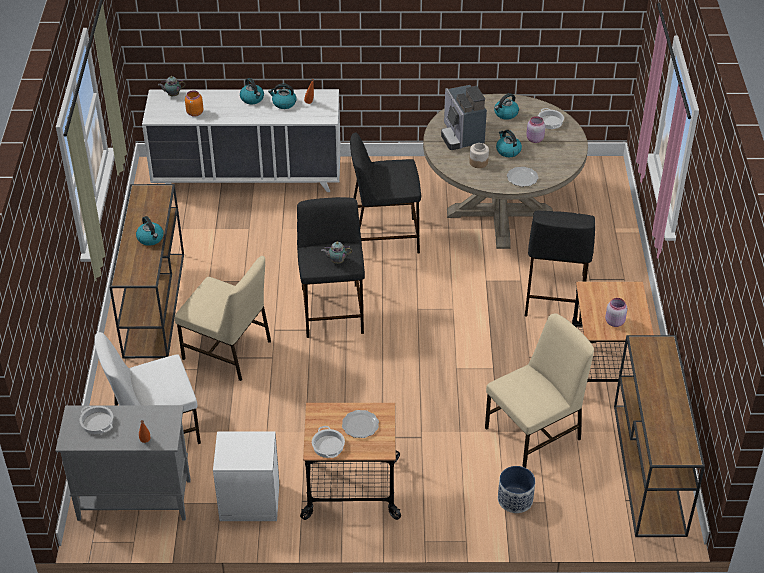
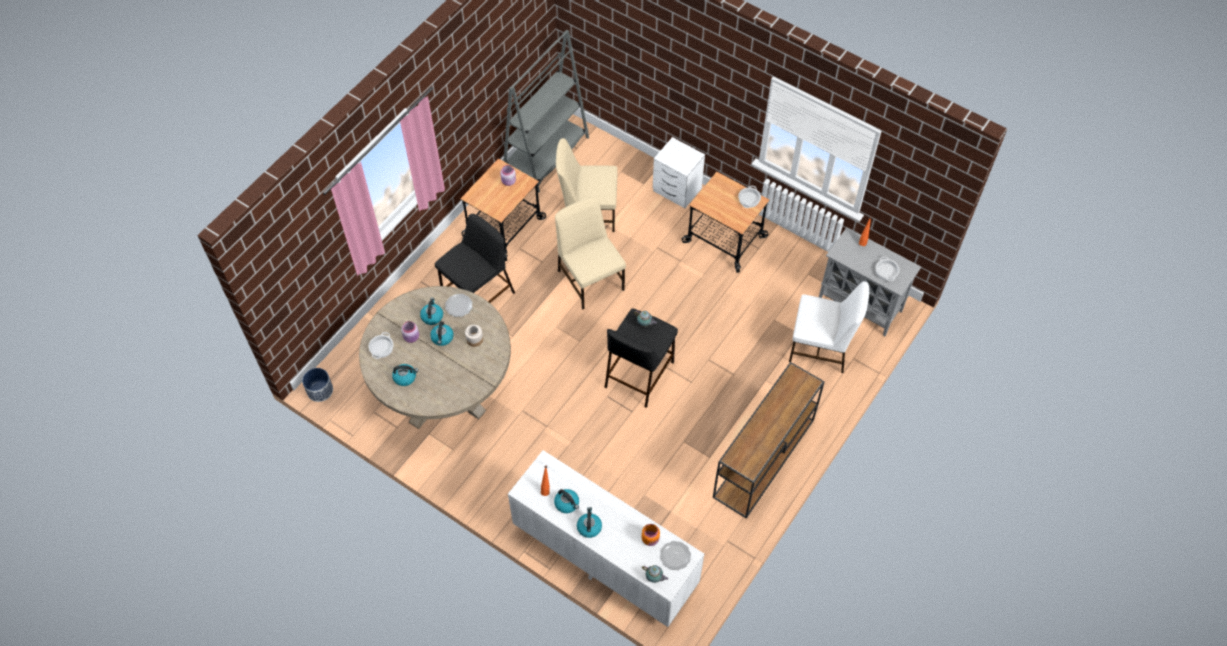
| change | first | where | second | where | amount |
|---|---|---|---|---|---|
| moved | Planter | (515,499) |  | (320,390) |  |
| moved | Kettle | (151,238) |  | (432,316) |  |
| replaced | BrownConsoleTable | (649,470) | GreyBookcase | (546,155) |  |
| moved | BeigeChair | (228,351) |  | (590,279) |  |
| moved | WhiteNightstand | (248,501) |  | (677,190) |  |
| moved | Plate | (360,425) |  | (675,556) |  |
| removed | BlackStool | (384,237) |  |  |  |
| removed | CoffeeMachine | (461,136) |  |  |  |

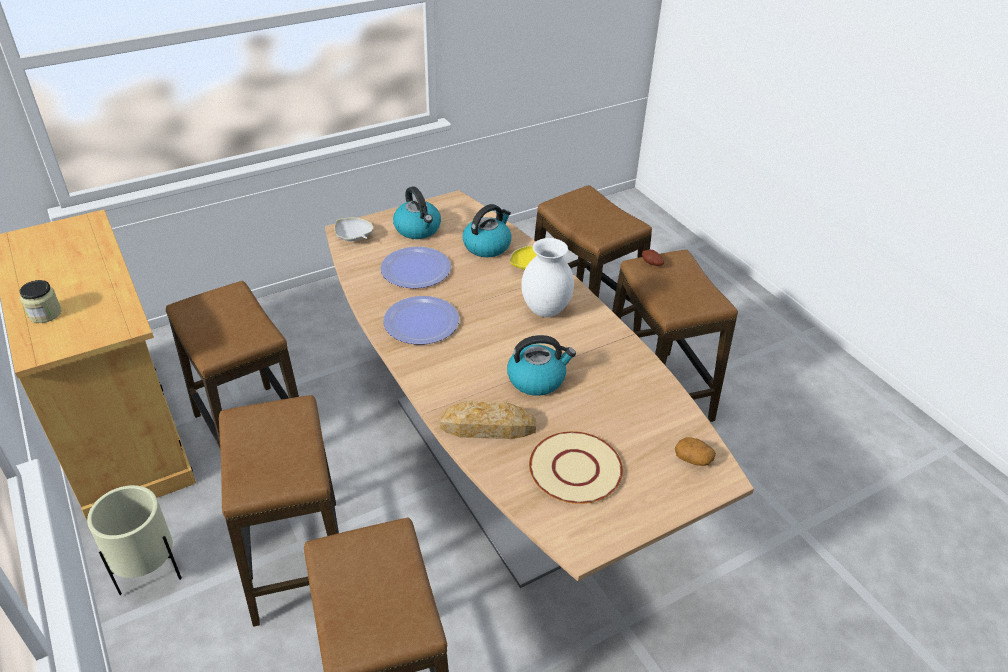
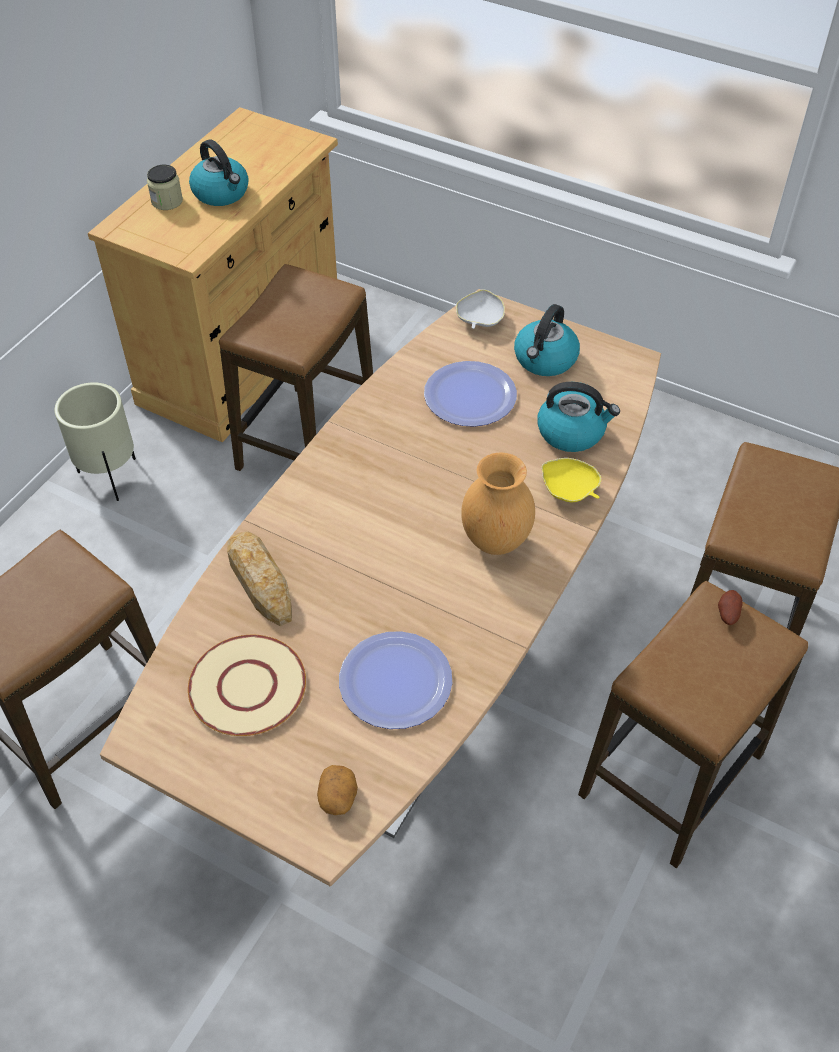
| change | first | where | second | where | amount |
|---|---|---|---|---|---|
| moved | Kettle | (537,379) |  | (221,193) |  |
| moved | Plate | (421,321) |  | (395,681) |  |
| recoloured | WhiteVase | (544,310) | BrownVase | (495,540) |  |
| removed | Stool | (296,560) |  |  |  |

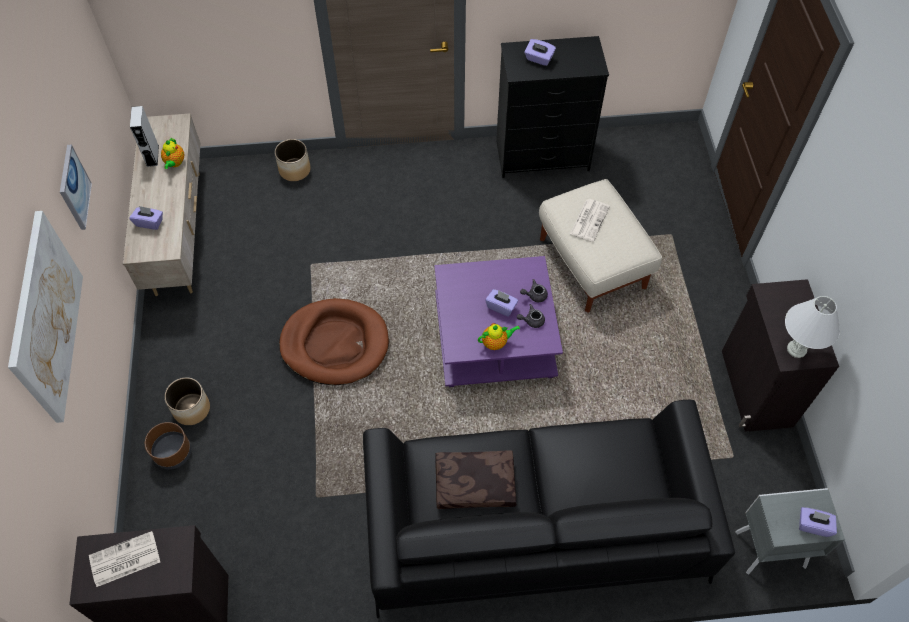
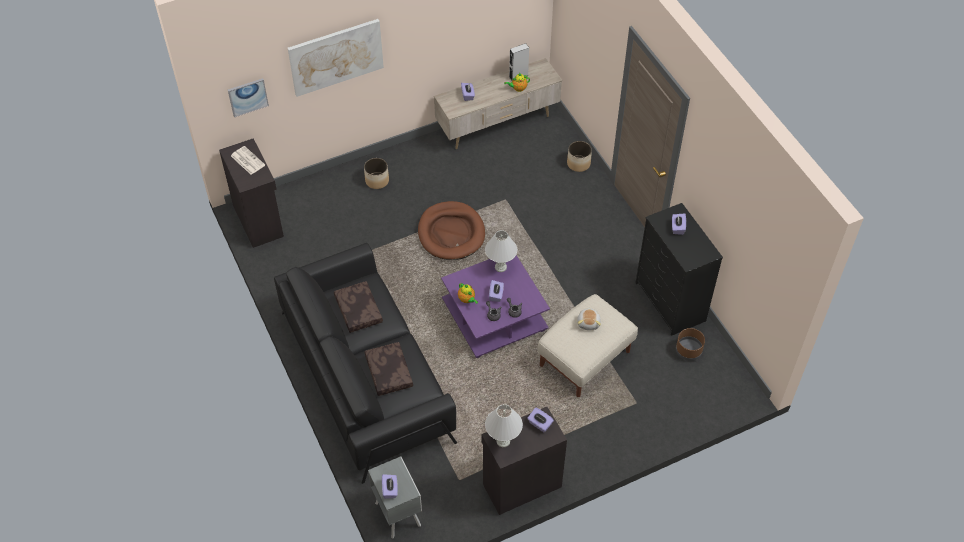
| change | first | where | second | where | amount |
|---|---|---|---|---|---|
| moved | Picture | (74,187) |  | (248,97) |  |
| added |  |  | BrownPillow | (388,372) |  |
| added |  |  | WhiteTableLamp | (500,267) |  |
| added |  |  | PurpleTissueBox | (539,424) |  |
| replaced | Newspaper | (589,220) | PlushToy | (589,322) |  |
| moved | BrownPlanter | (172,453) |  | (688,350) |  |

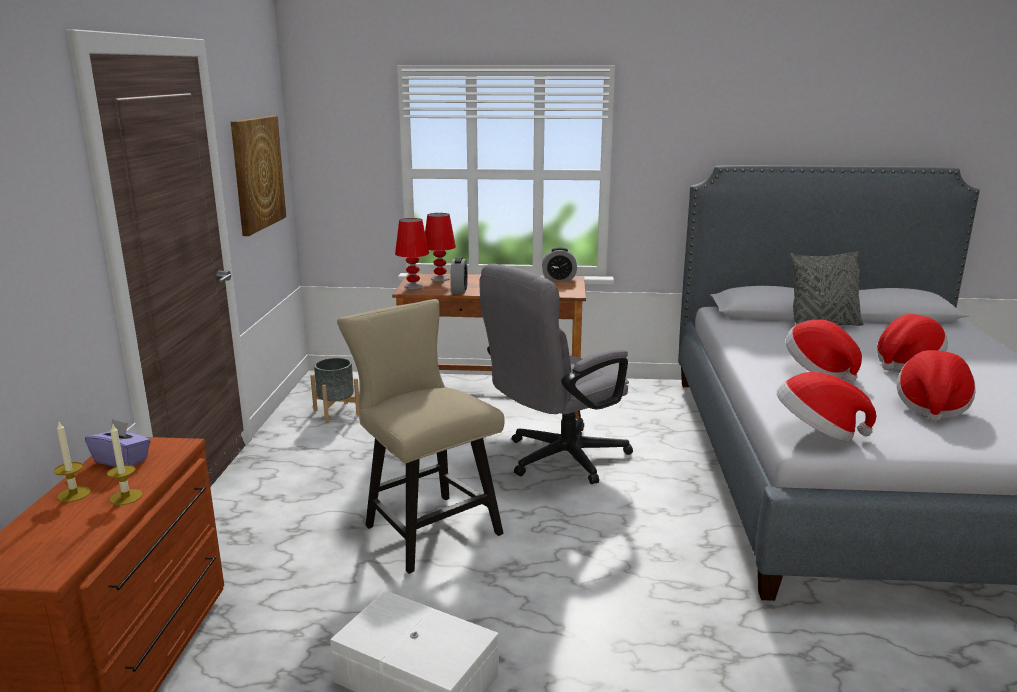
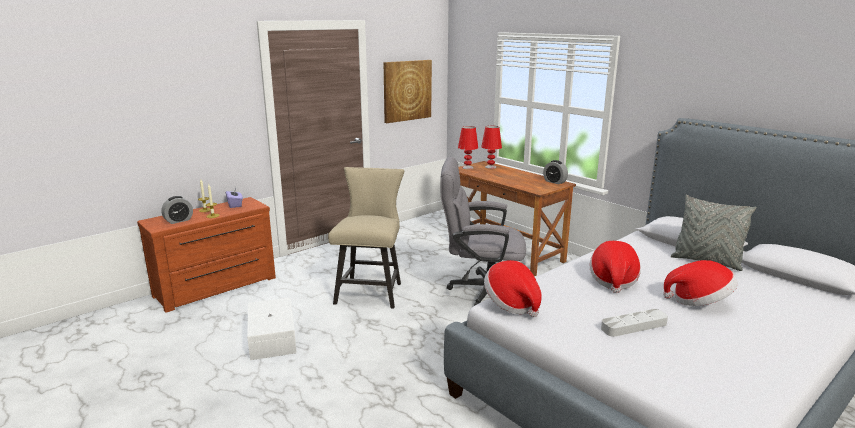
| change | first | where | second | where | amount |
|---|---|---|---|---|---|
| moved | AlarmClock | (459,290) |  | (178,220) |  |
| replaced | Hat | (931,407) | GreyTray | (633,326) |  |
| removed | GreyPlanter | (336,412) |  |  |  |

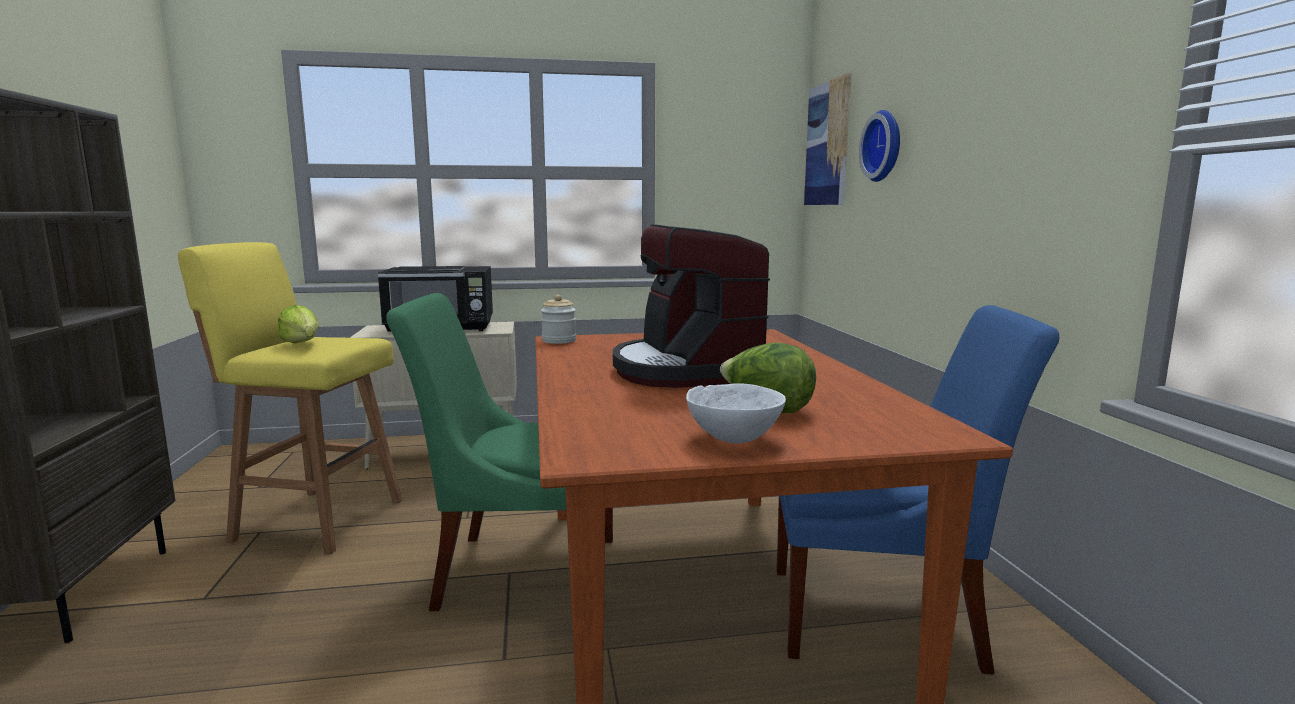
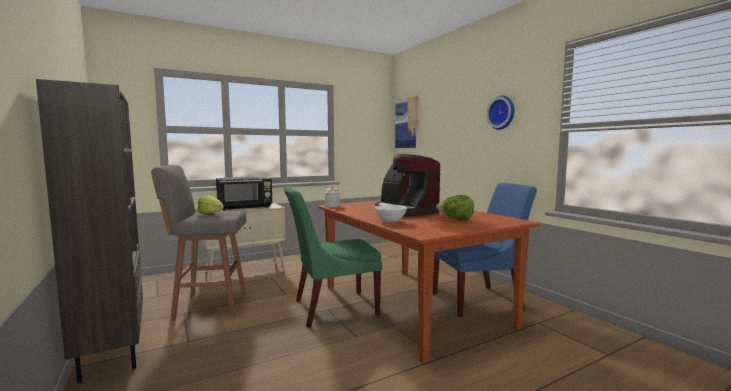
| change | first | where | second | where | amount |
|---|---|---|---|---|---|
| recoloured | YellowStool | (315,519) | GreyStool | (208,304) |  |
| moved | WhiteBowl | (735,439) |  | (391,221) |  |
| moved | WallClock | (885,146) |  | (502,112) |  |

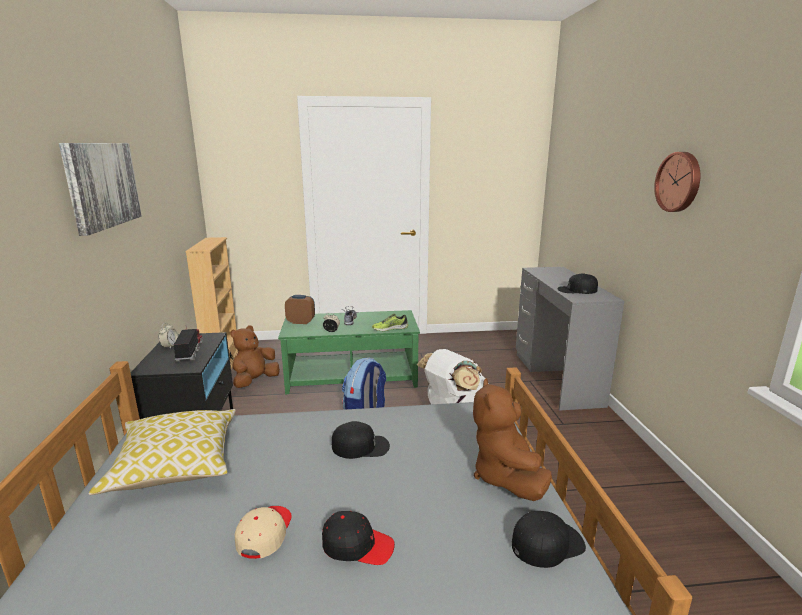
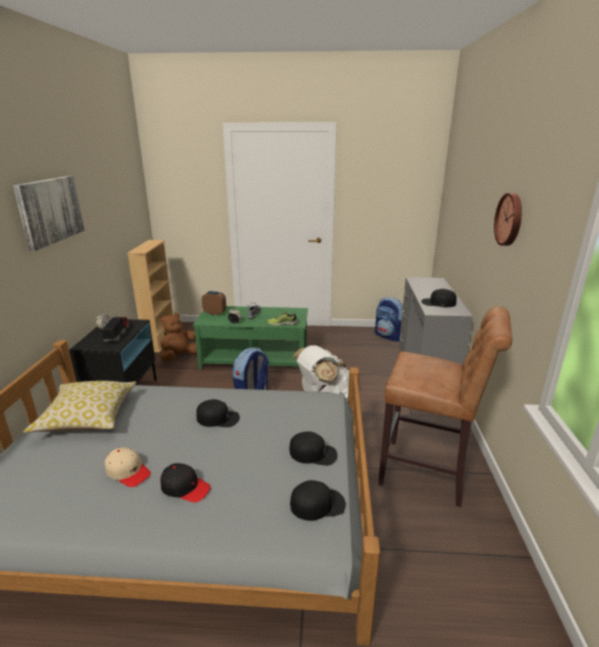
| change | first | where | second | where | amount |
|---|---|---|---|---|---|
| turned | BeigeCap | (264,534) |  | (128,472) | 105 degrees clockwise |
| replaced | BrownPlushToy | (505,477) | BlackCap | (313,453) |  |
| added |  |  | Backpack | (389,336) |  |
| added |  |  | BrownStool | (428,474) |  |

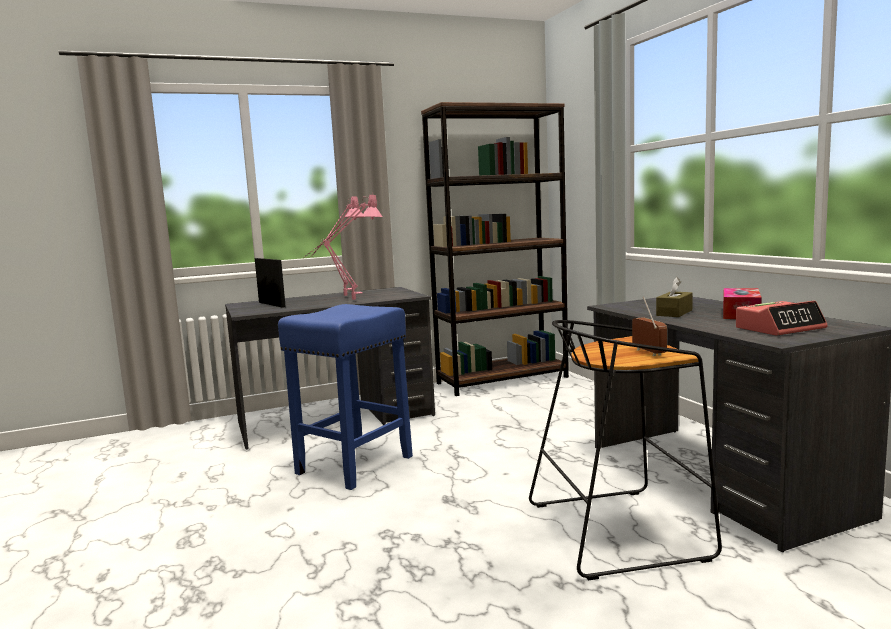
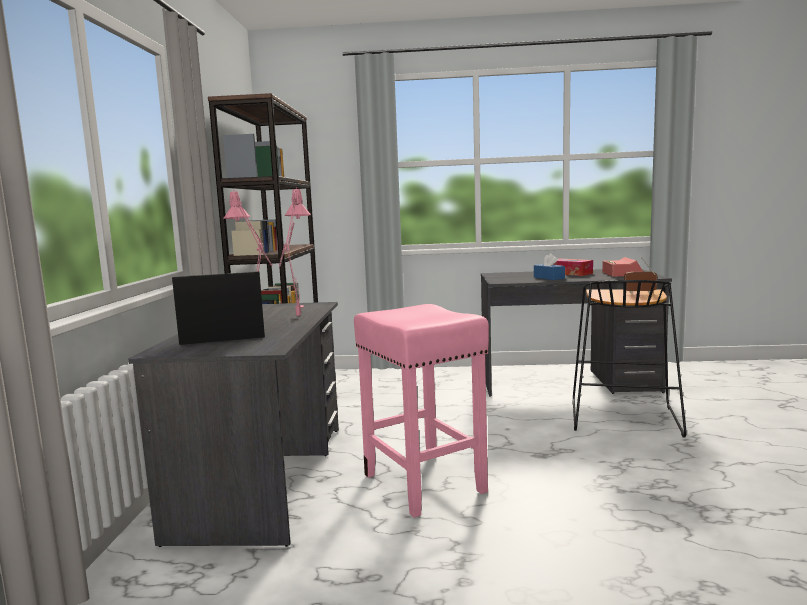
| change | first | where | second | where | amount |
|---|---|---|---|---|---|
| recoloured | BlueStool | (353,465) | PinkStool | (425,484) |  |
| recoloured | BrownTissueBox | (674,313) | BlueTissueBox | (549,278) |  |

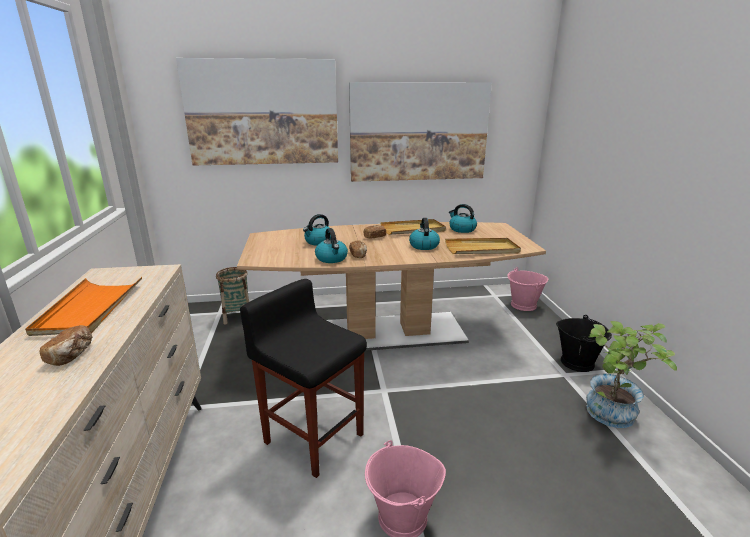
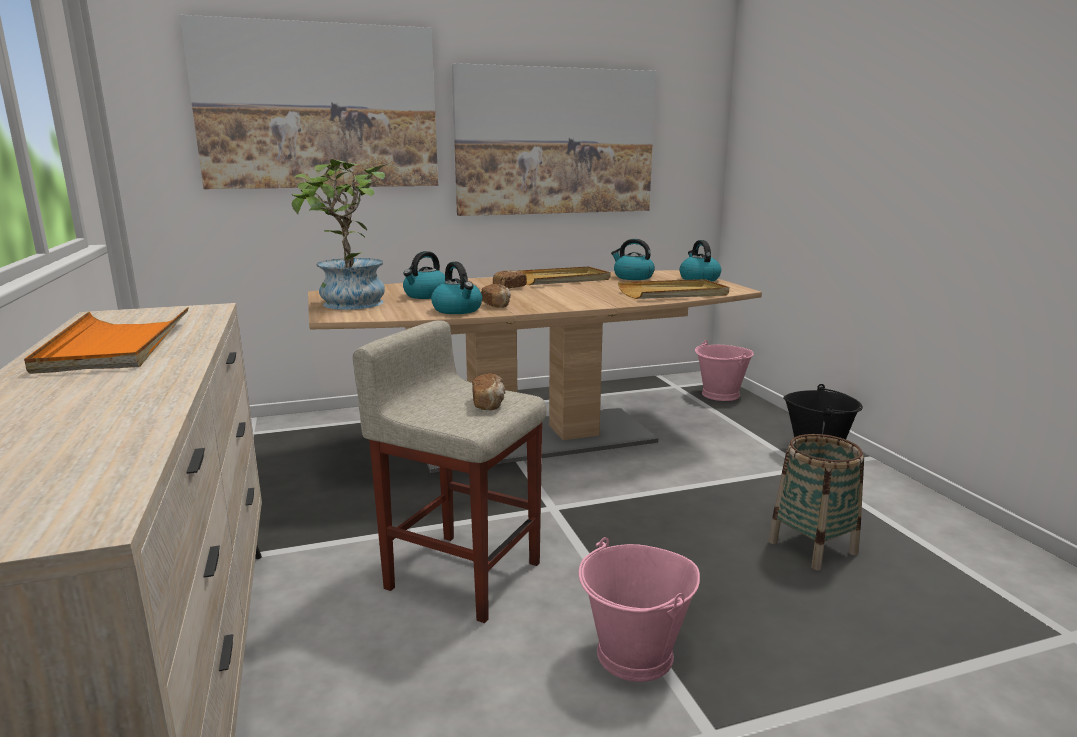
| change | first | where | second | where | amount |
|---|---|---|---|---|---|
| moved | PottedPlant | (610,417) |  | (348,305) |  |
| recoloured | BlackStool | (313,437) | BeigeStool | (462,574) |  |
| moved | Bread | (72,355) |  | (489,404) |  |
| moved | Kettle | (423,245) |  | (698,279) |  |
| moved | Basket | (237,316) |  | (812,547) |  |

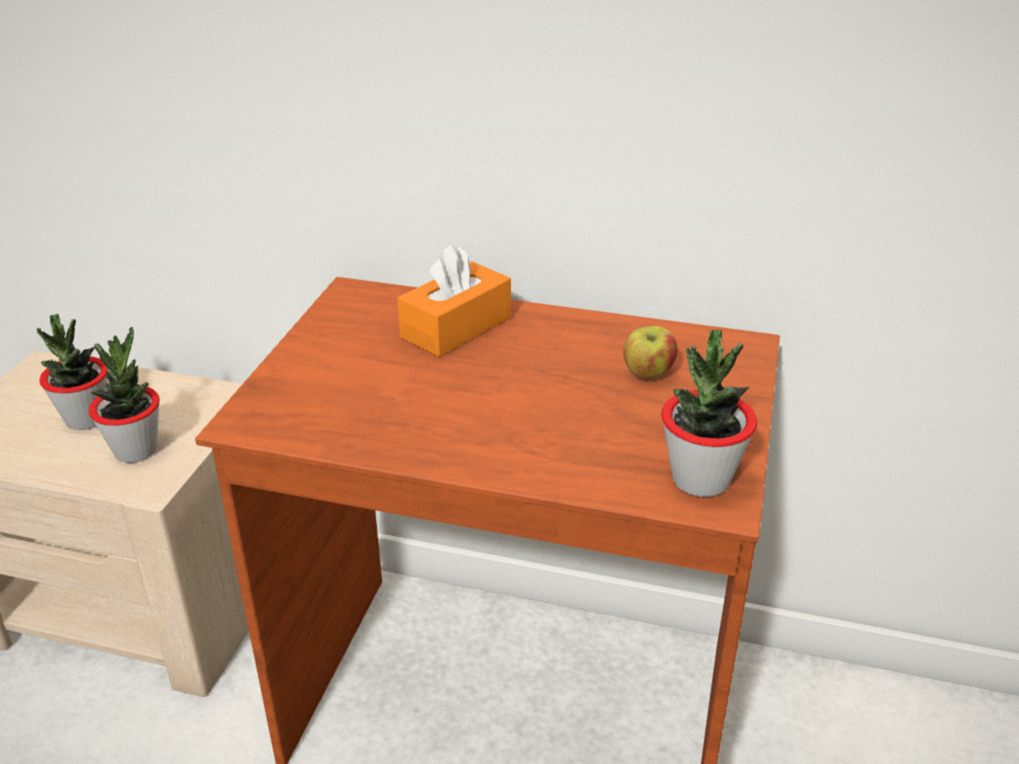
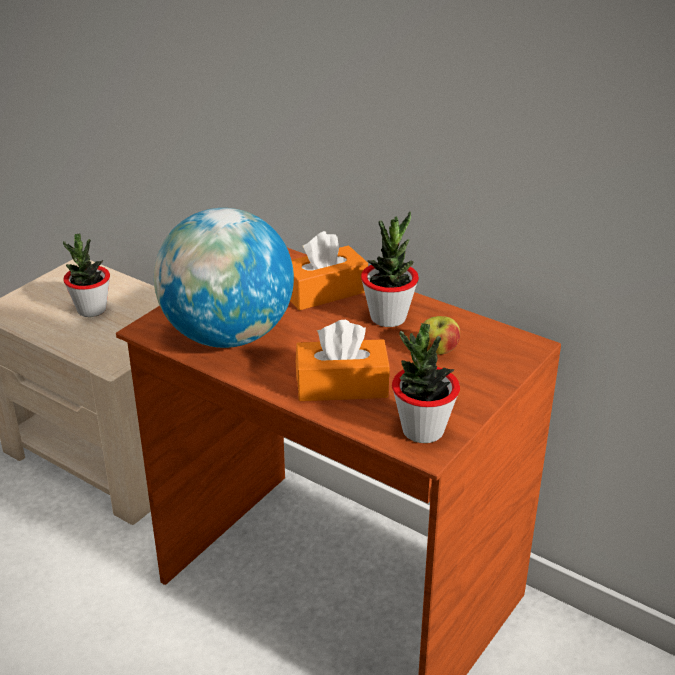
| change | first | where | second | where | amount |
|---|---|---|---|---|---|
| added |  |  | Globe | (228,336) |  |
| added |  |  | OrangeTissueBox | (342,385) |  |
| moved | PottedPlant | (136,450) |  | (388,317) |  |

